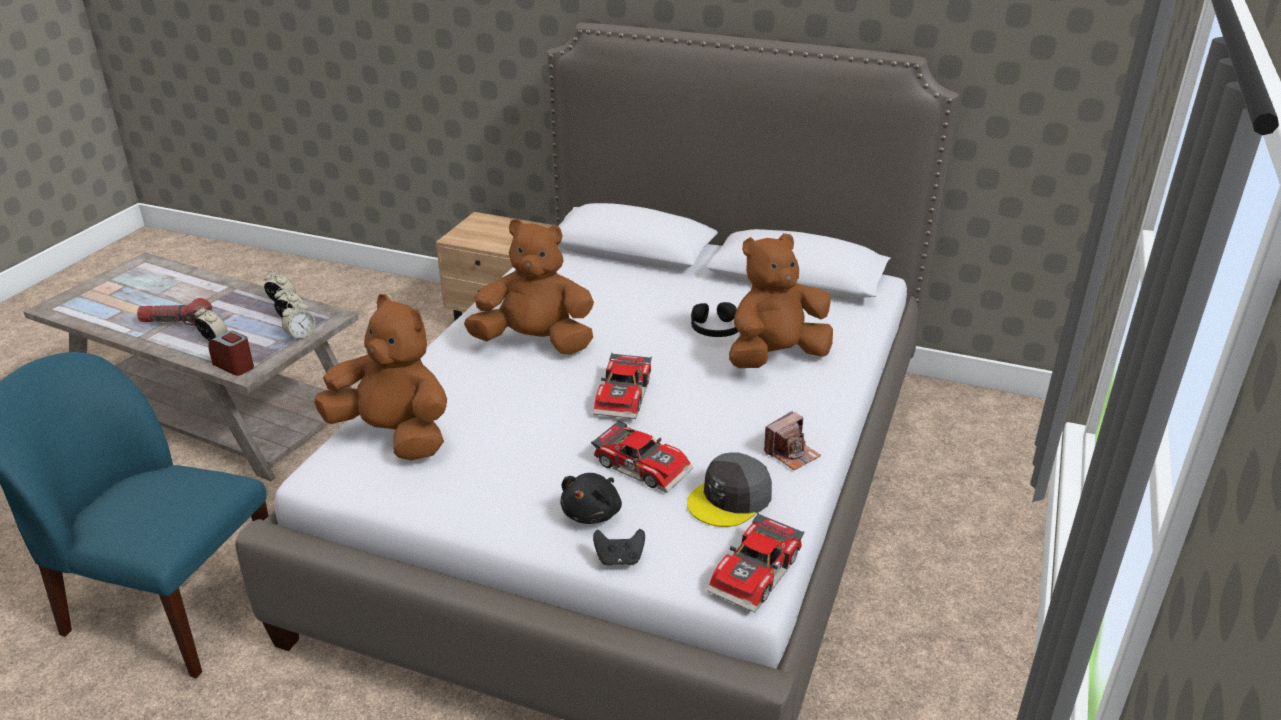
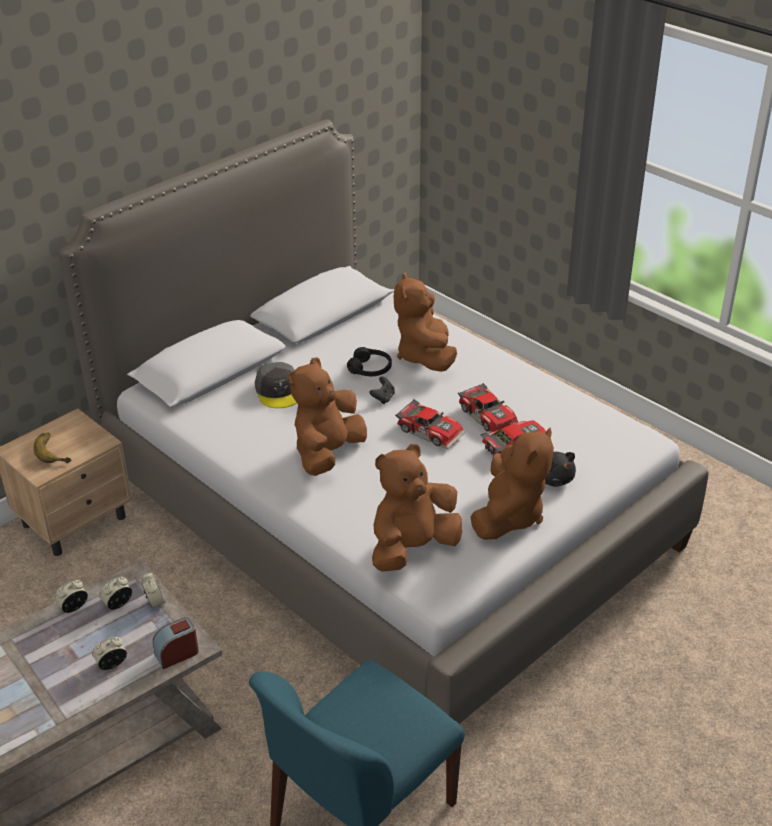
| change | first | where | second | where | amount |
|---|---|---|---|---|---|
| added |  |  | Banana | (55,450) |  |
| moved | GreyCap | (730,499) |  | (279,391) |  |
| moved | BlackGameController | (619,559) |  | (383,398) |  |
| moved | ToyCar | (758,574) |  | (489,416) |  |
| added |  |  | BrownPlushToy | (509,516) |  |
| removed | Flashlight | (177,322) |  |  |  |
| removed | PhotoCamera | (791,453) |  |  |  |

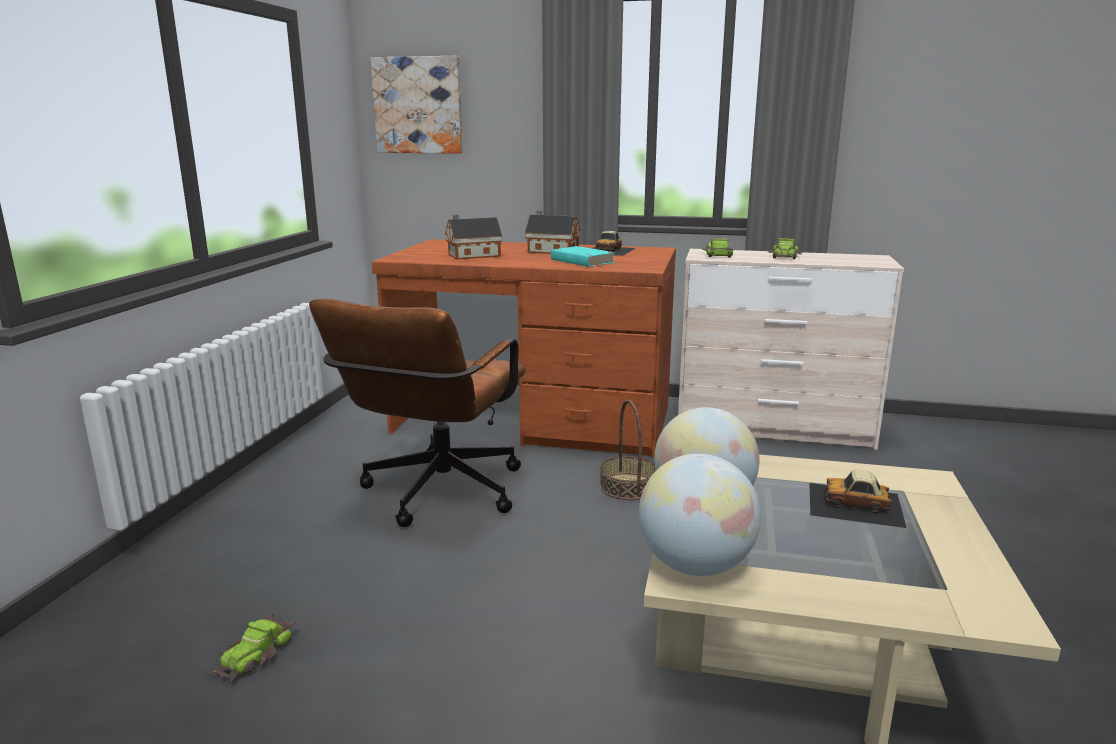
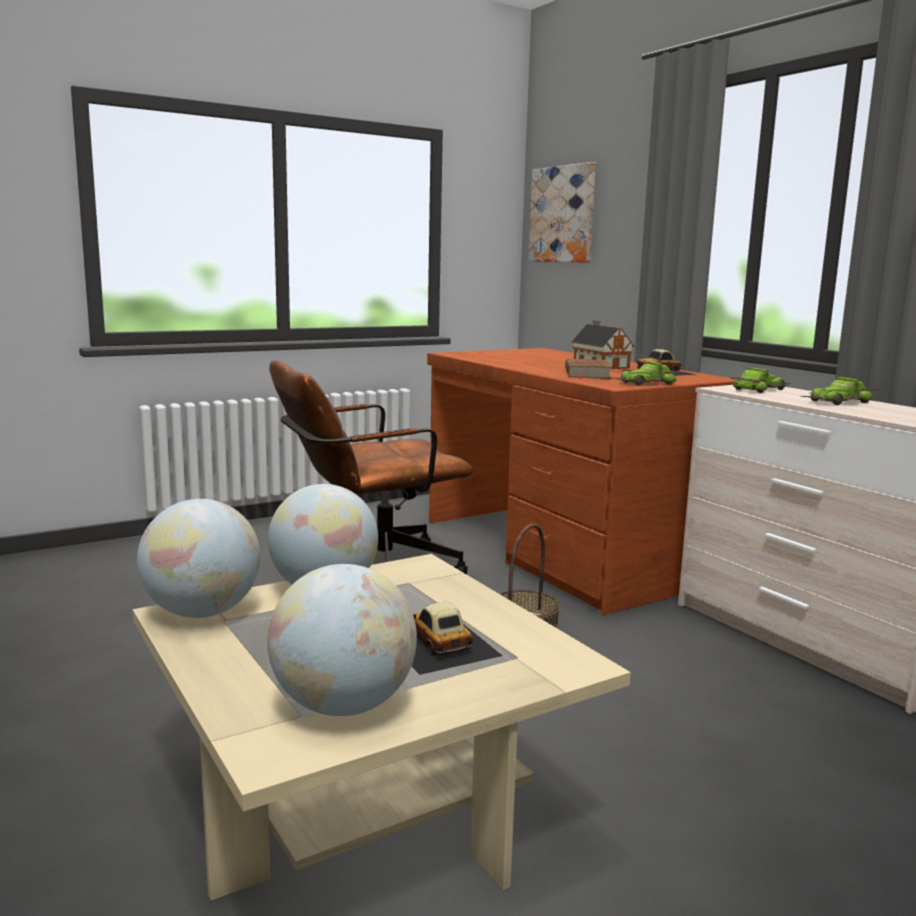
| change | first | where | second | where | amount |
|---|---|---|---|---|---|
| added |  |  | Globe | (343,705) |  |
| recoloured | TurquoiseBook | (582,261) | BrownBook | (587,374) |  |
| moved | ToyCar | (254,656) |  | (645,383) |  |
| removed | ToyHouse | (472,255) |  |  |  |

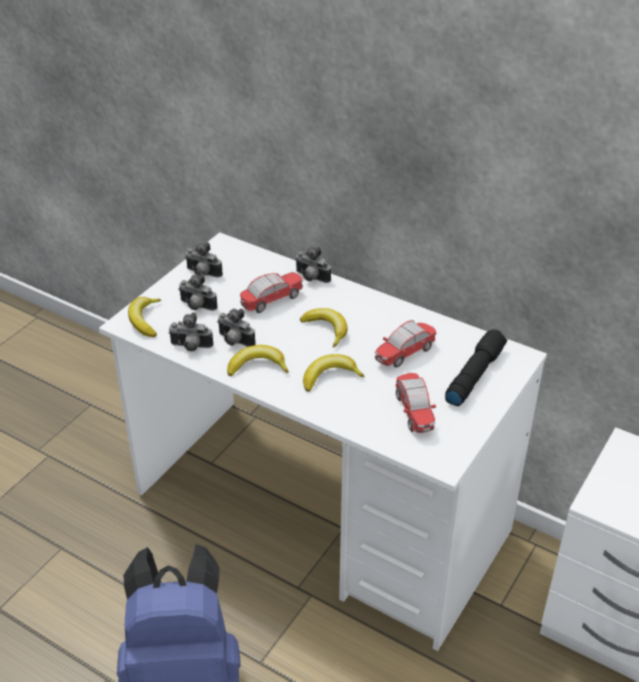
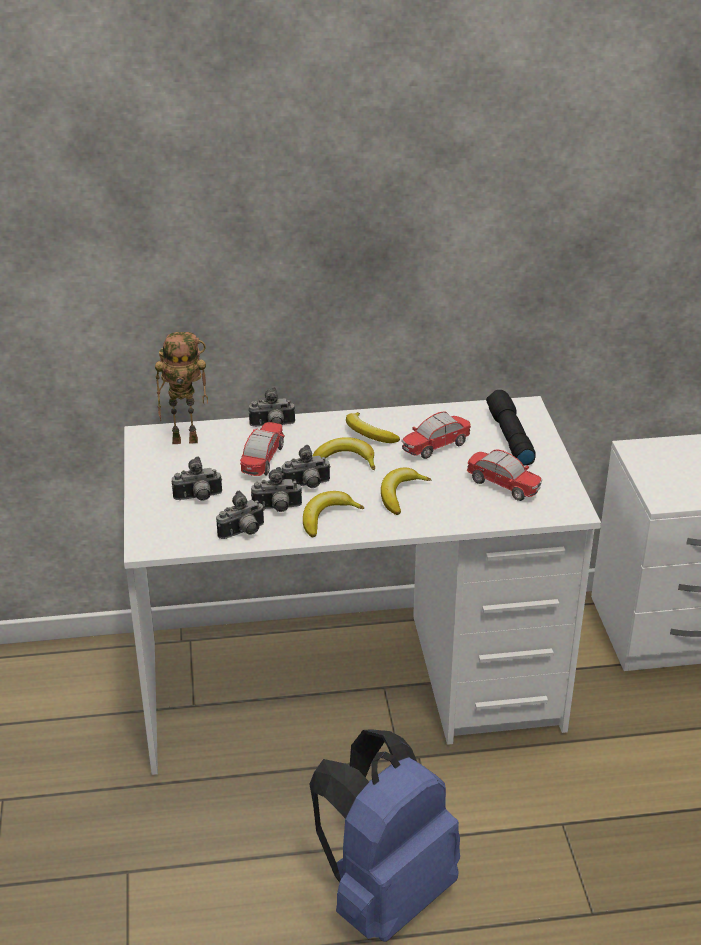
| change | first | where | second | where | amount |
|---|---|---|---|---|---|
| added |  |  | ToyRobot | (187,439) |  |
| moved | PhotoCamera | (202,274) |  | (307,486) |  |
| moved | Banana | (145,320) |  | (368,434) |  |
| turned | ToyCar | (405,354) |  | (436,447) | 45 degrees clockwise |

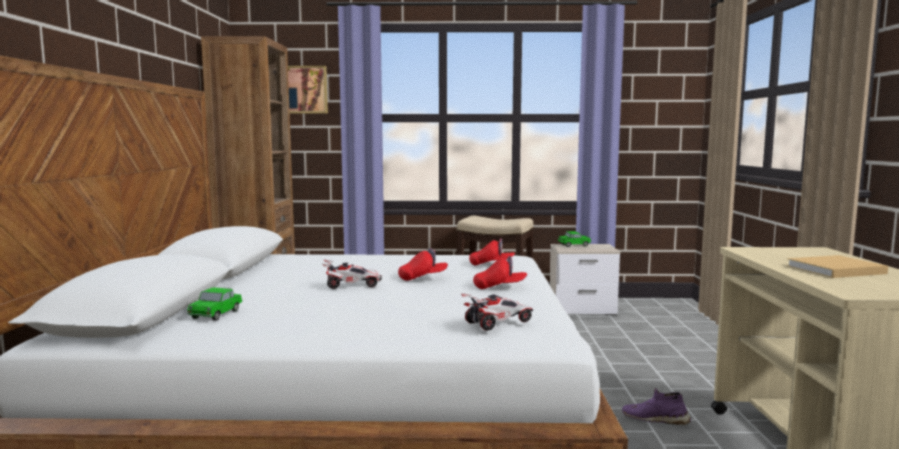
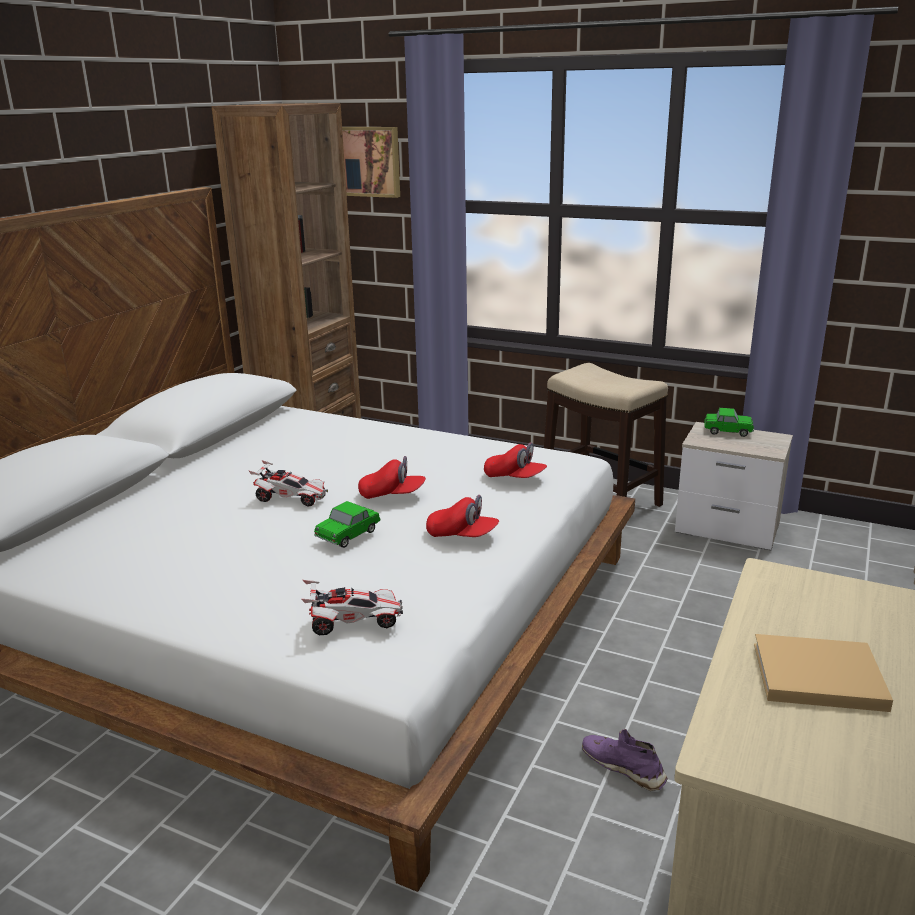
| change | first | where | second | where | amount |
|---|---|---|---|---|---|
| moved | ToyCar | (216,314) |  | (348,535) |  |

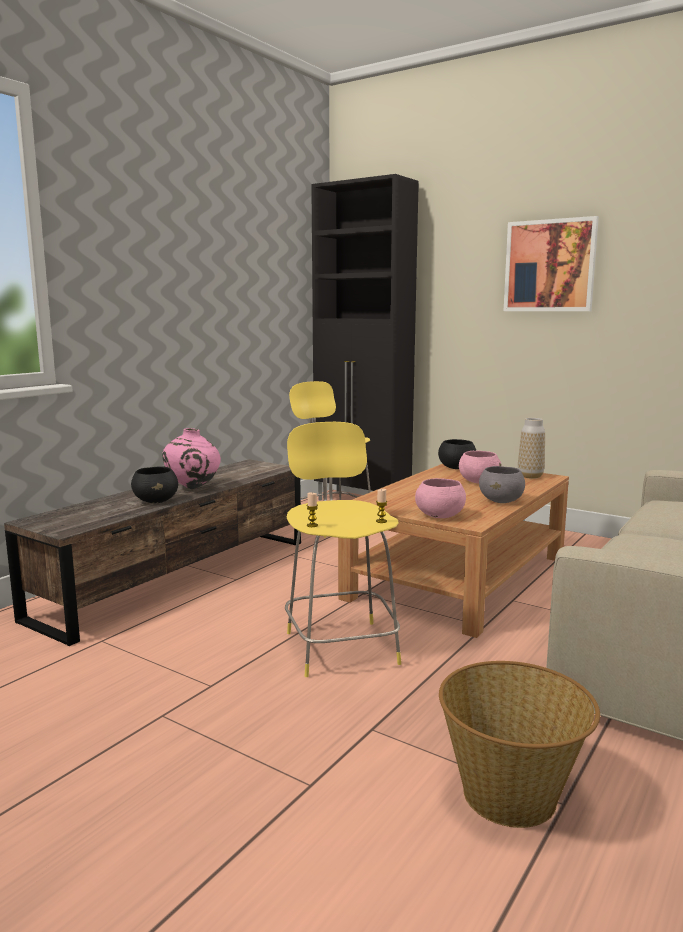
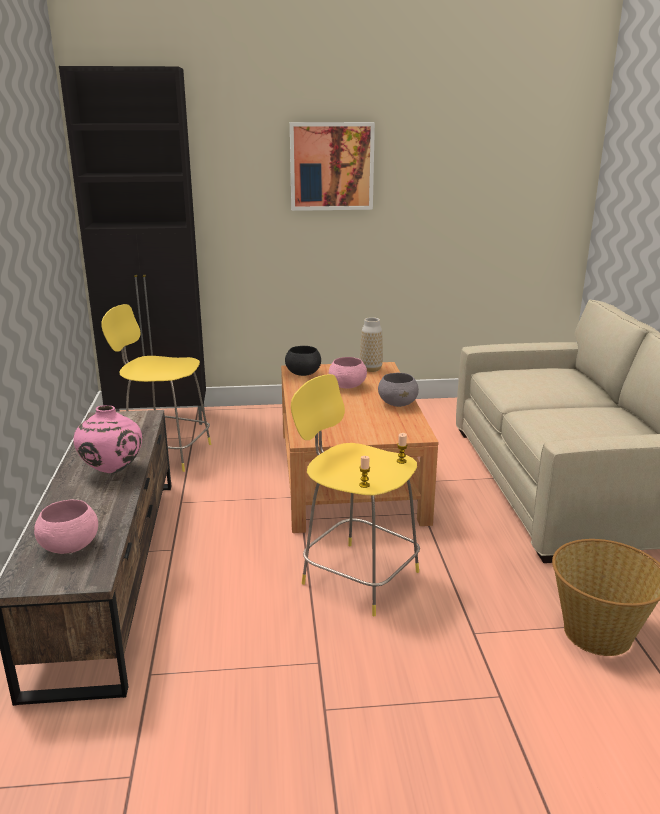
| change | first | where | second | where | amount |
|---|---|---|---|---|---|
| moved | PinkBowl | (440,516) |  | (70,547) |  |
| removed | BlackBowl | (156,501) |  |  |  |

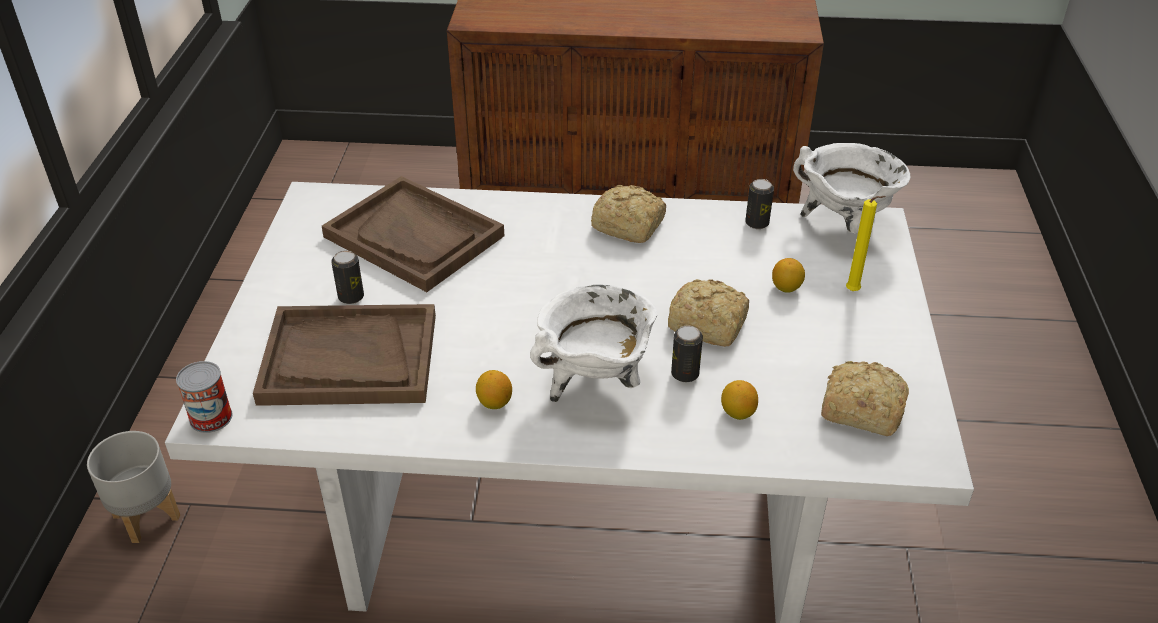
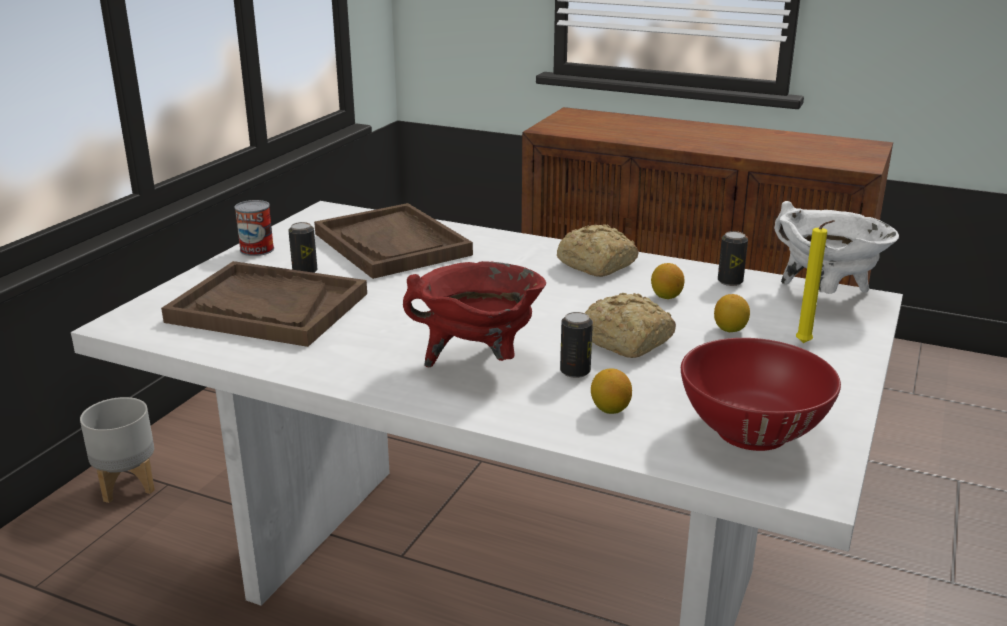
| change | first | where | second | where | amount |
|---|---|---|---|---|---|
| moved | Can | (211,417) |  | (257,249) |  |
| recoloured | WhiteCookingPot | (595,382) | RedCookingPot | (479,361) |  |
| moved | Lemon | (494,403) |  | (666,296) |  |
| replaced | Bread | (859,408) | RedBowl | (751,431) |  |

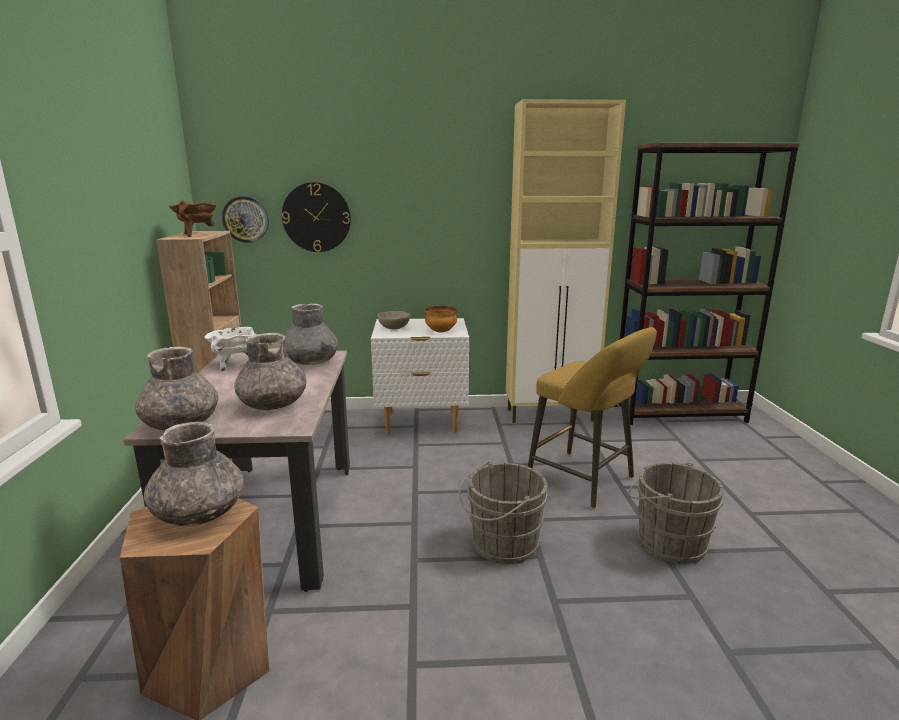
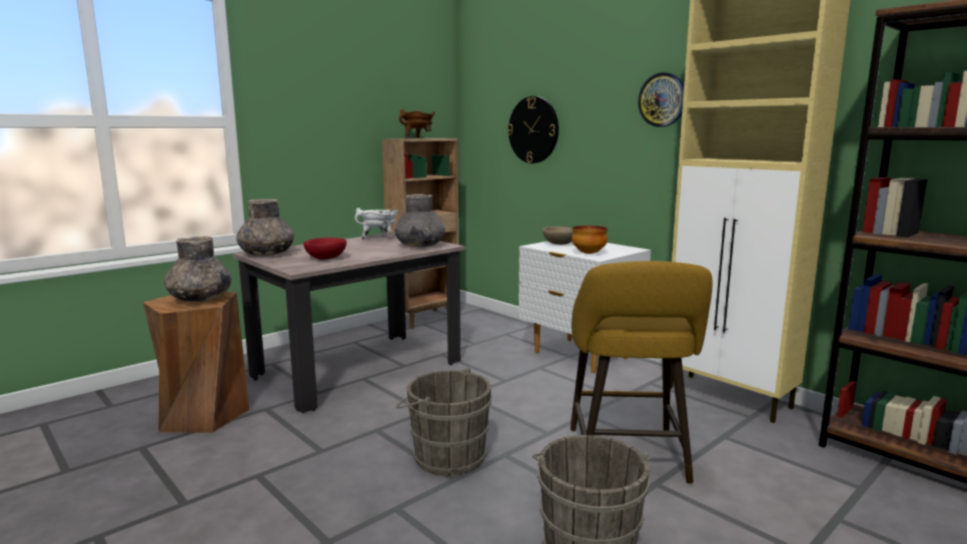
| change | first | where | second | where | amount |
|---|---|---|---|---|---|
| replaced | GreyVase | (273,404) | RedBowl | (326,258) |  |
| moved | WallClock | (246,219) |  | (662,100) |  |

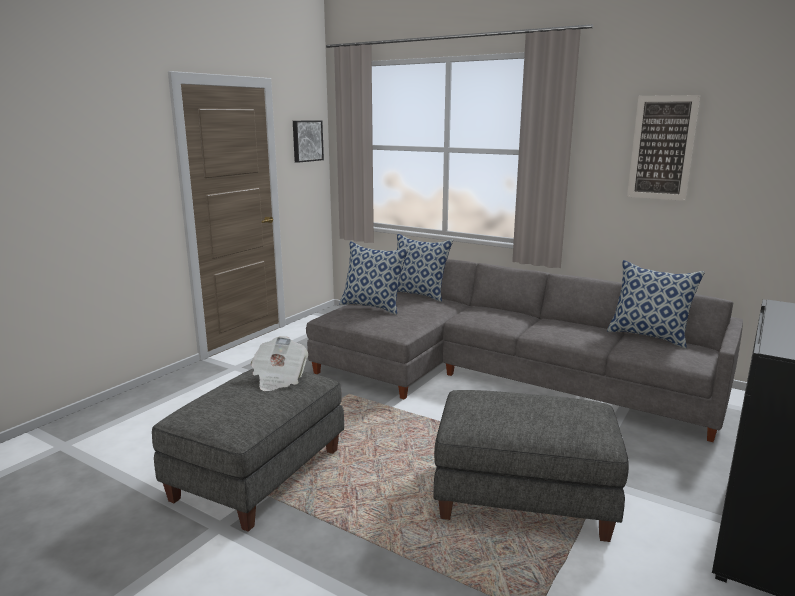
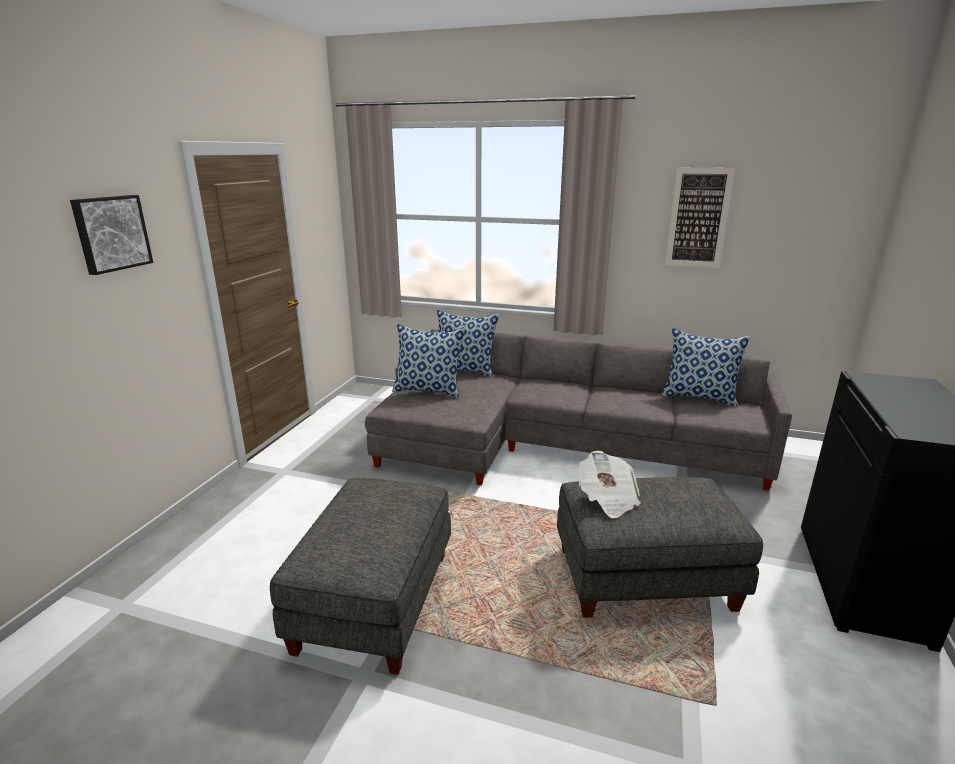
| change | first | where | second | where | amount |
|---|---|---|---|---|---|
| moved | Picture | (306,141) |  | (111,233) |  |
| moved | Newspaper | (279,378) |  | (607,499) |  |

